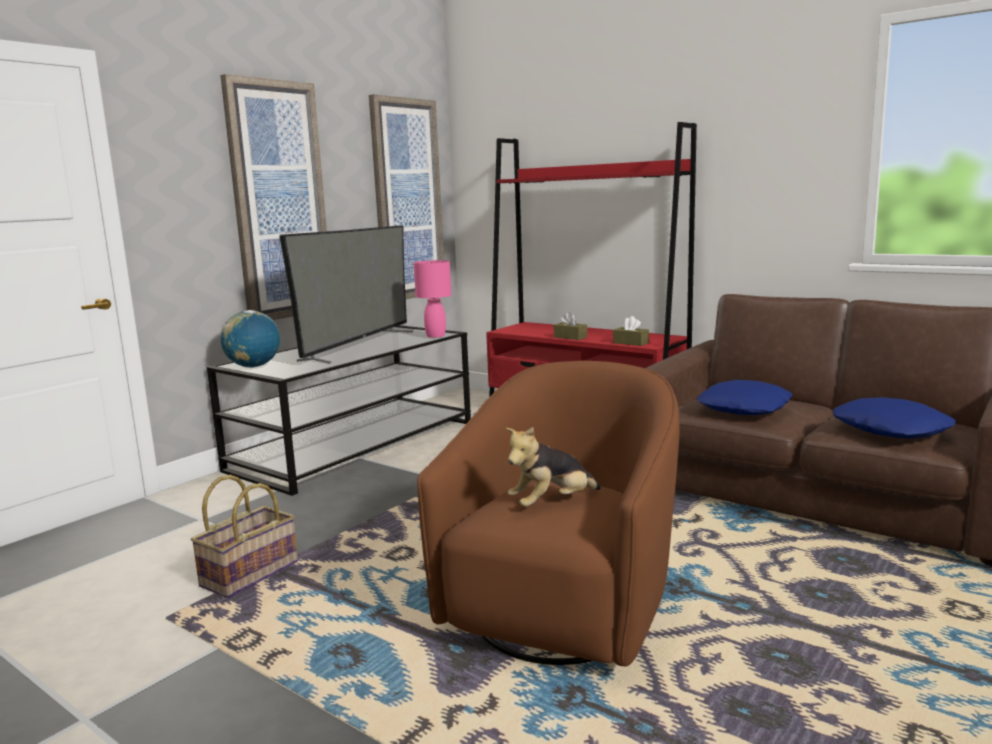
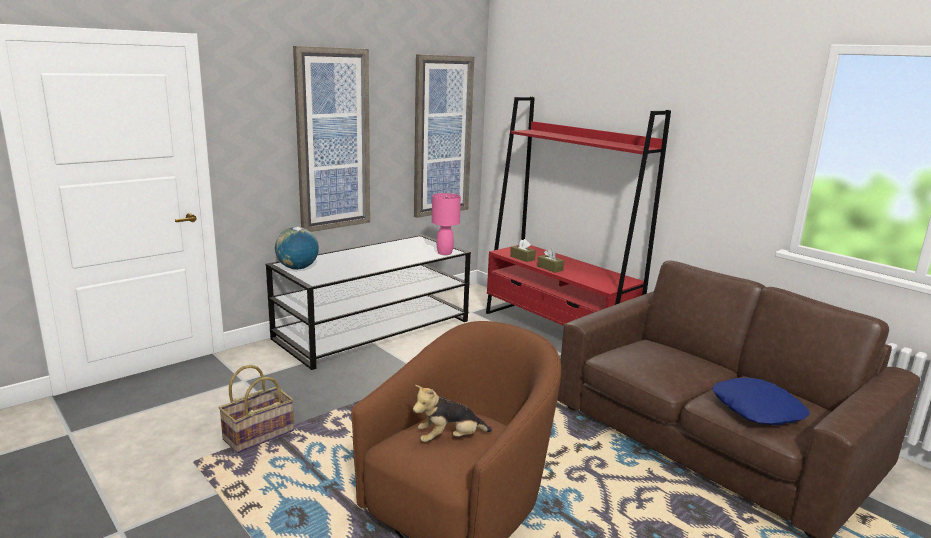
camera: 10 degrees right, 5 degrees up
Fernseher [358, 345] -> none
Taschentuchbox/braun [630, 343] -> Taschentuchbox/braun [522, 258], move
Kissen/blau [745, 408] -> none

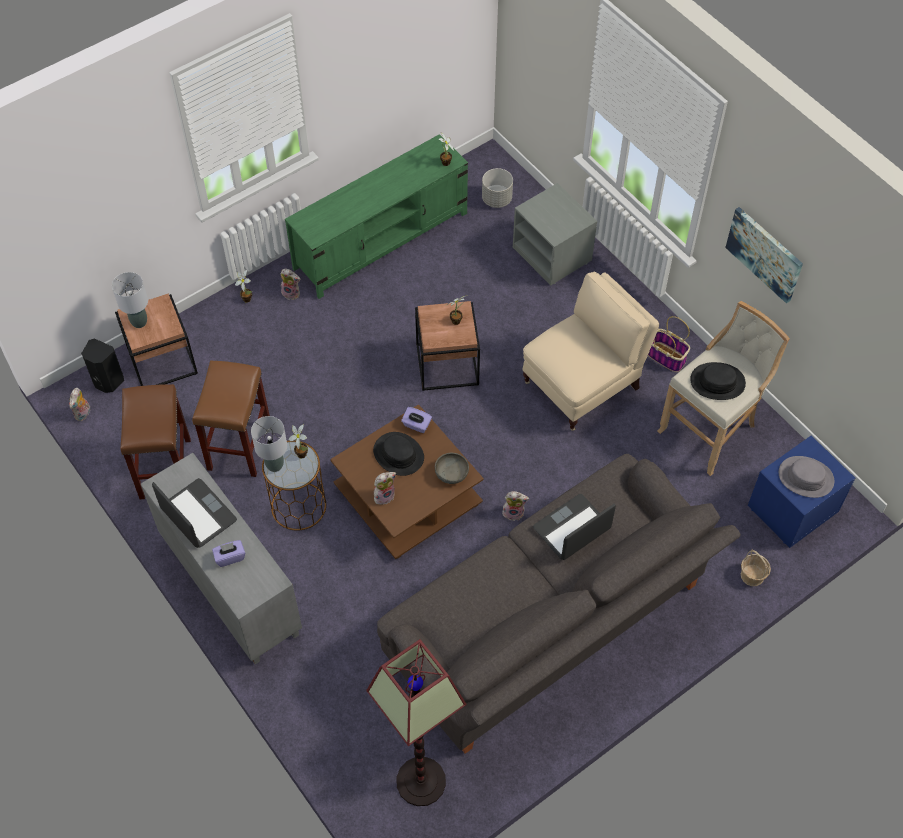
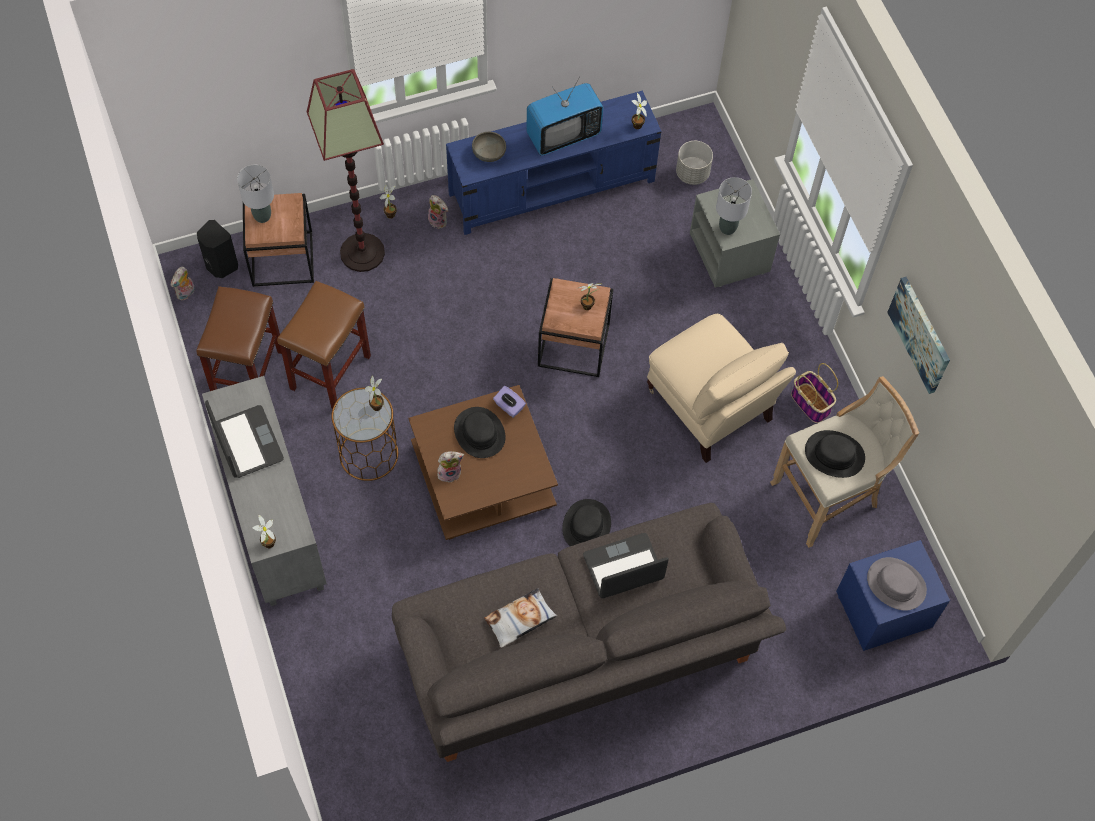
camera: 15 degrees right, 5 degrees up
Fernsehschrank/grün [381, 240] -> Fernsehschrank/blau [552, 187]
Sessel/beige [584, 384] -> Sessel/beige [710, 408], 75 degrees clockwise
Tischlampe/grau [275, 465] -> Tischlampe/grau [727, 228], move
Schüssel/grau [451, 473] -> Schüssel/grau [489, 153], move
Plüschtier [514, 512] -> Hut/schwarz [586, 526]
Taschentuchbox/lila [230, 557] -> none
Korb [752, 575] -> none
Stehlampe [421, 782] -> Stehlampe [362, 253], move
none -> Fernseher [563, 135]
none -> Topfpflanze [268, 545]
none -> Kissen [520, 620]

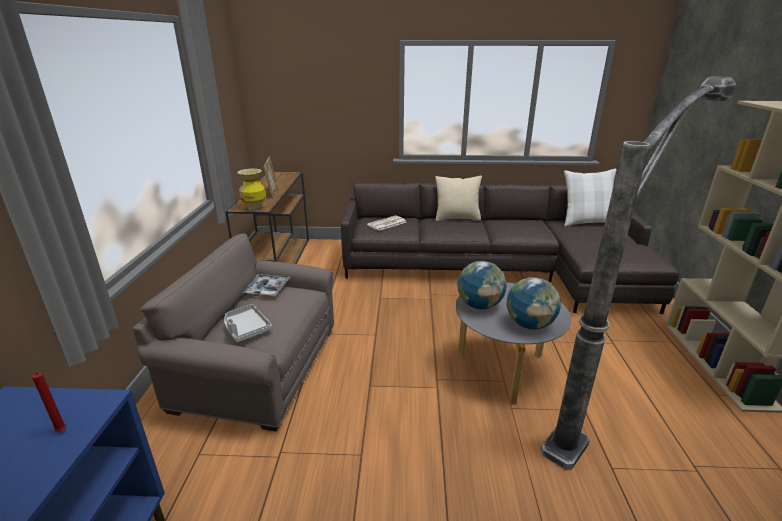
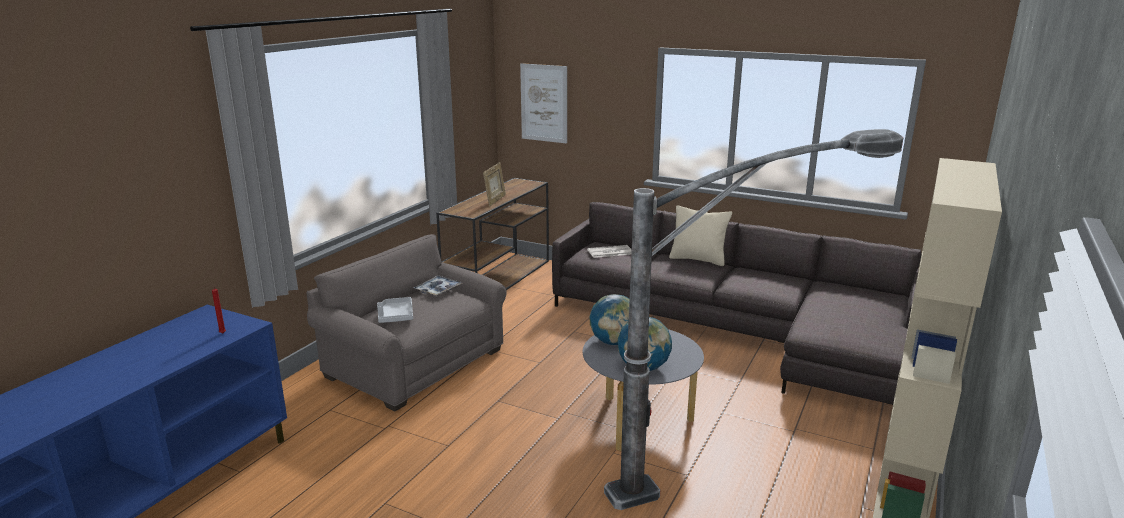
camera: 25 degrees right, 5 degrees down
Vase [254, 208] -> none
Kissen/weiß [585, 222] -> none
none -> Bild [544, 103]

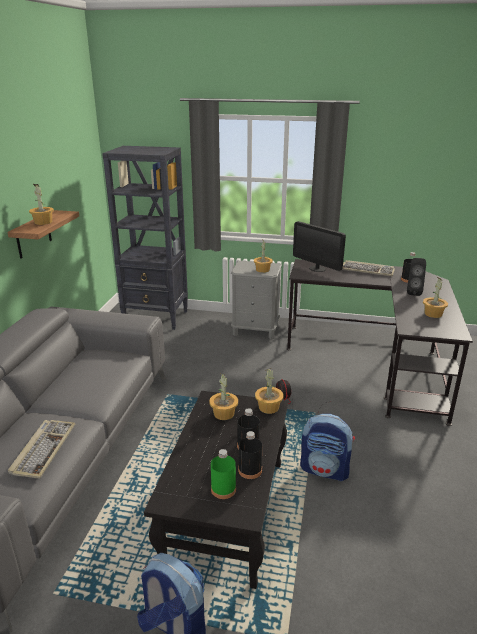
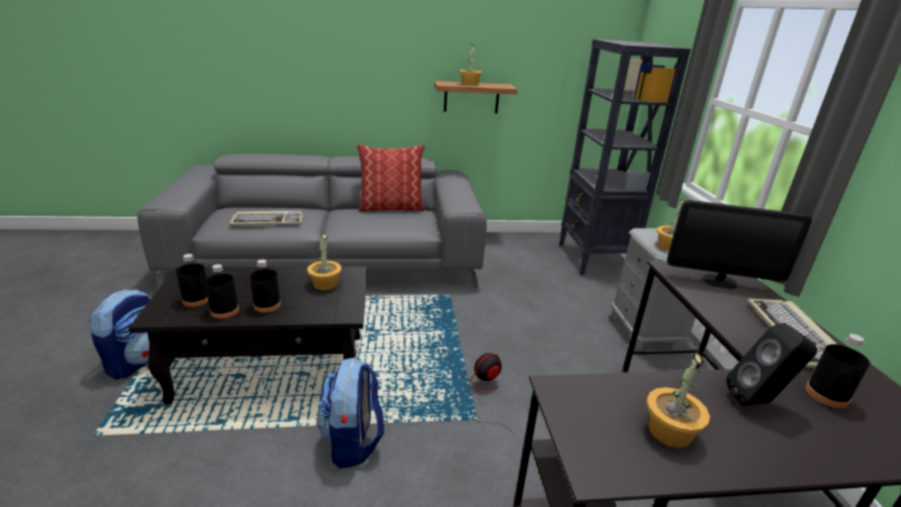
camera: 70 degrees right, 0 degrees up
Monitor [317, 269] -> Monitor [719, 281], 105 degrees counterclockwise
Topfpflanze [269, 407] -> none
Flasche/grün [223, 489] -> Flasche/schwarz [196, 299]
none -> Kissen [391, 207]

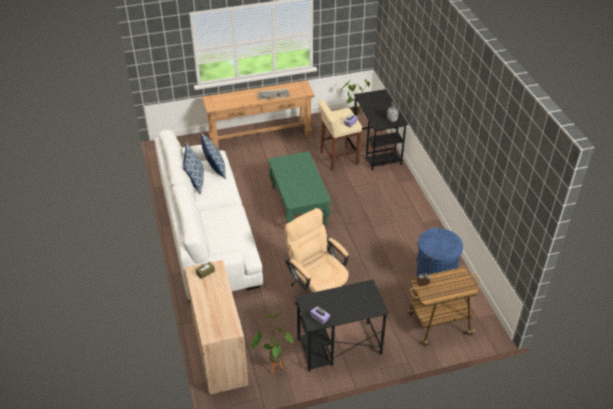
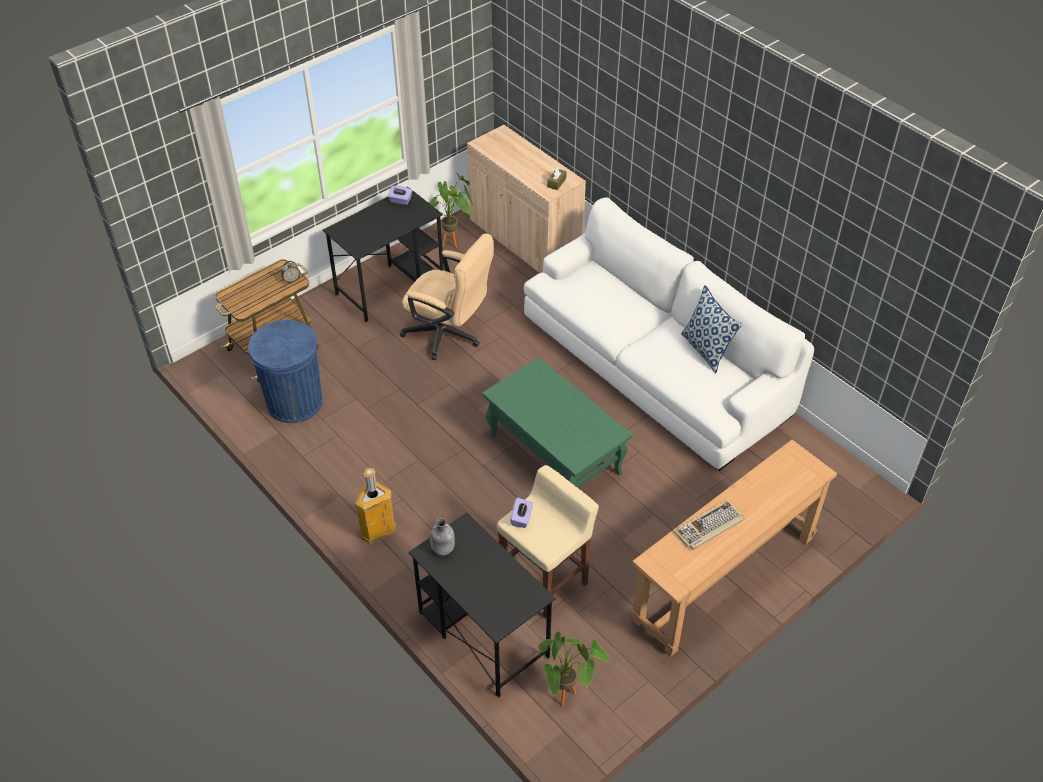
camera: 155 degrees right, 5 degrees up
Kissen [214, 169] -> none
none -> Mülleimer [377, 530]

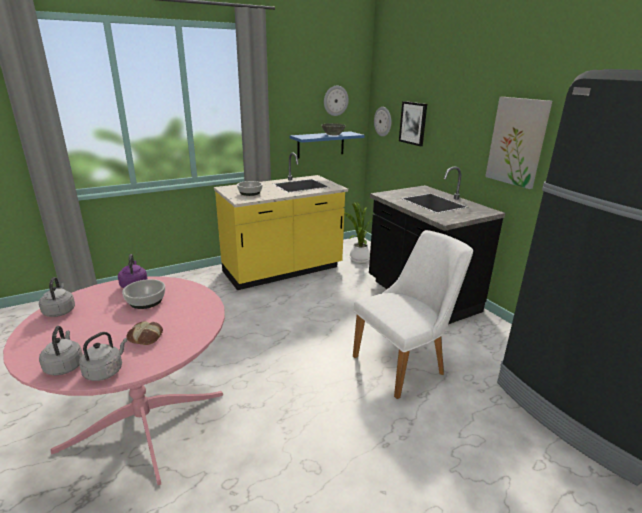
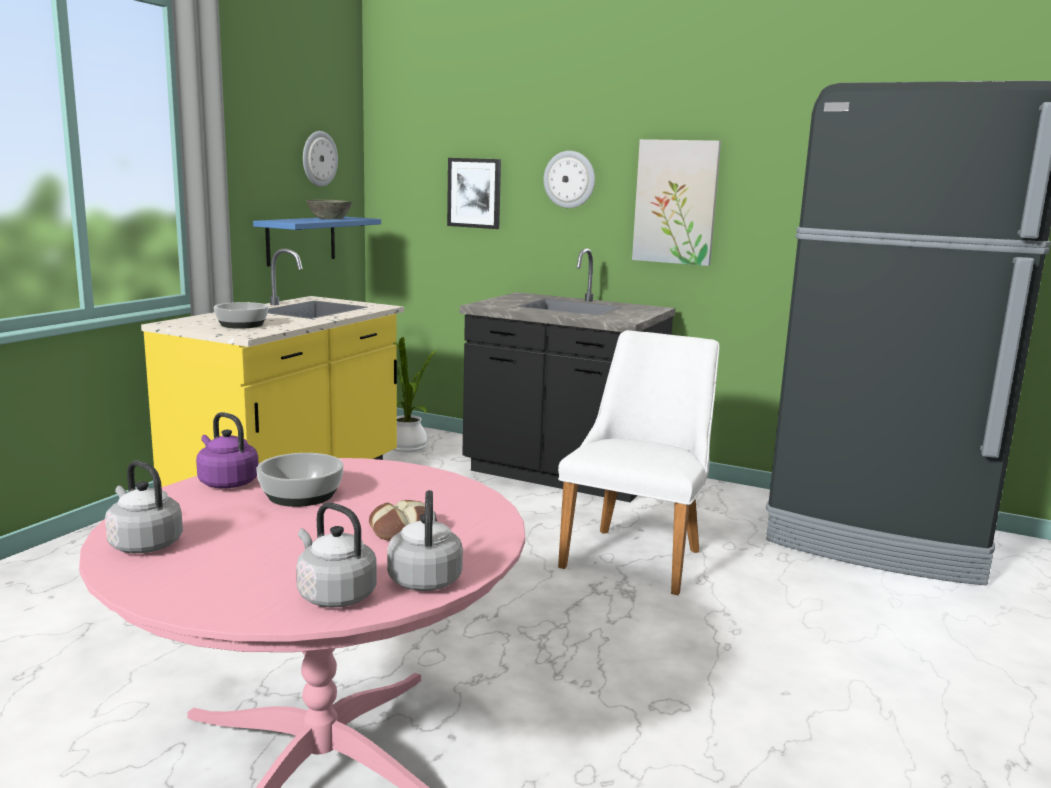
camera: 35 degrees left, 10 degrees down
Wanduhr [383, 121] -> Wanduhr [569, 179], move

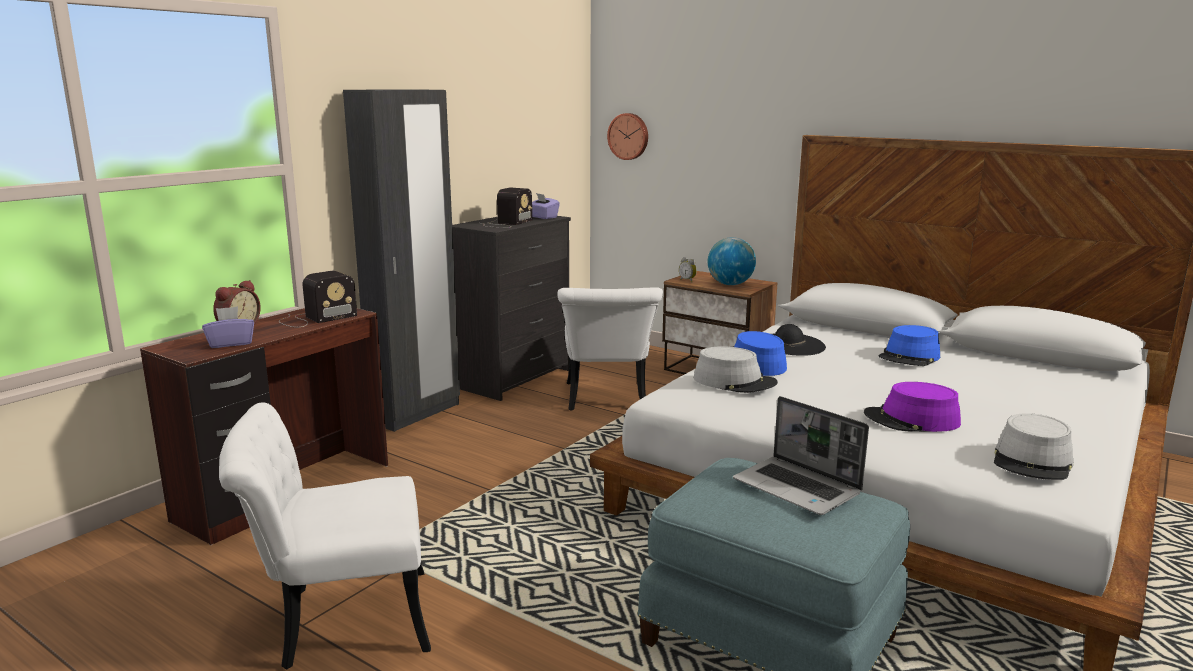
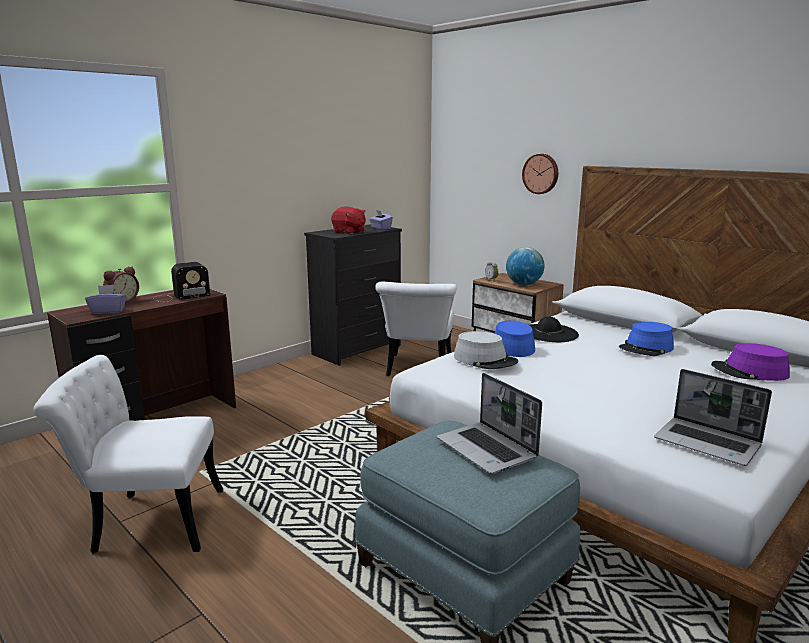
camera: 10 degrees right, 0 degrees up
Kleiderschrank/schwarz [416, 413] -> none
Wanduhr [629, 136] -> Wanduhr [541, 173], move
Radio [506, 223] -> Plüschtier/rot [349, 232]
Hut/lila [911, 420] -> Hut/lila [749, 372], move
Hut/grau [1032, 461] -> Laptop [708, 443]

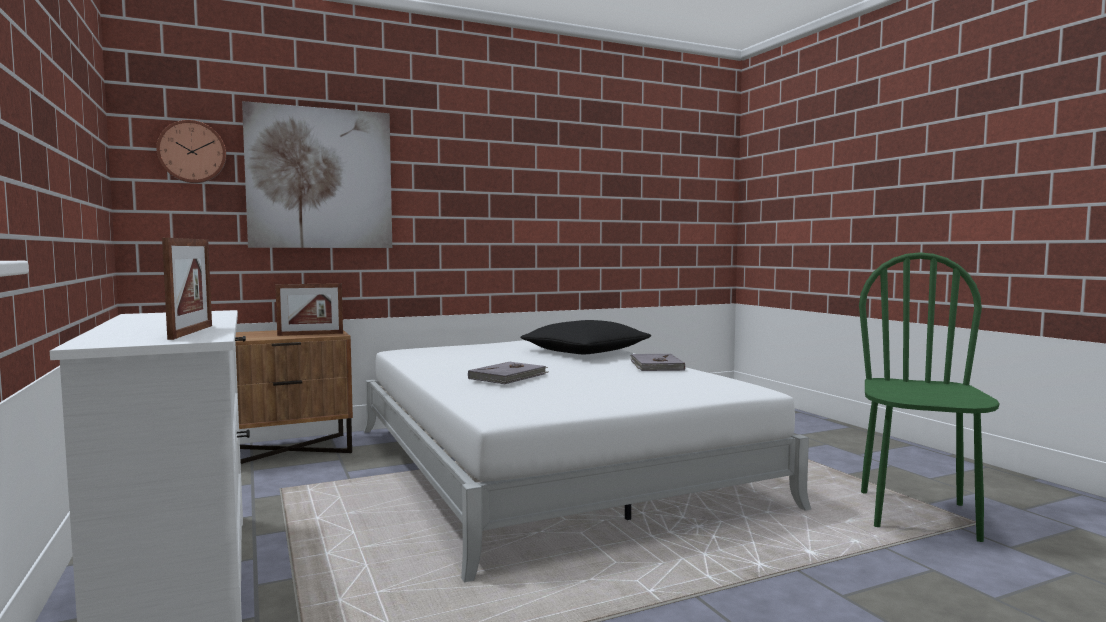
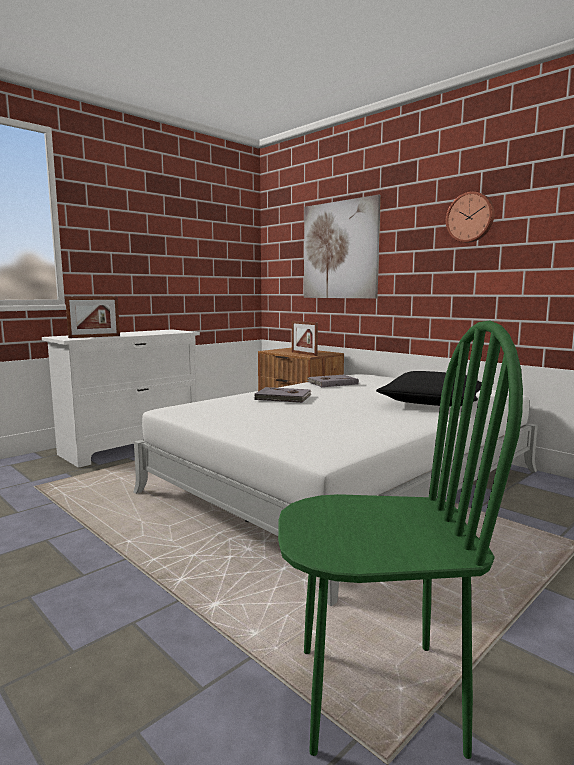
camera: 70 degrees right, 5 degrees up
Wanduhr [192, 152] -> Wanduhr [470, 217], move
Buch/grau [655, 366] -> Buch/grau [332, 383], move

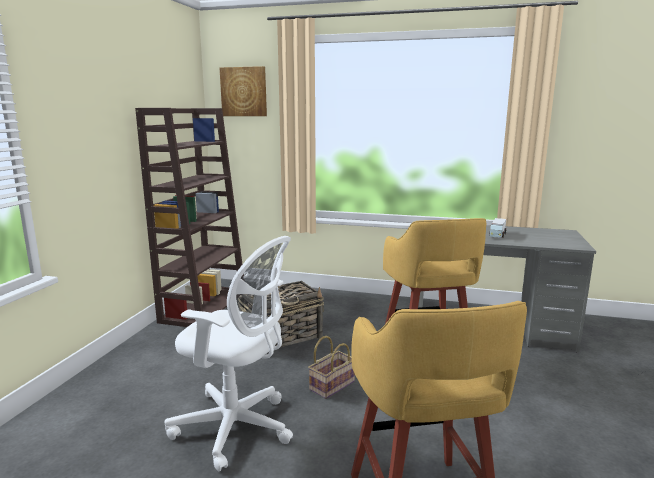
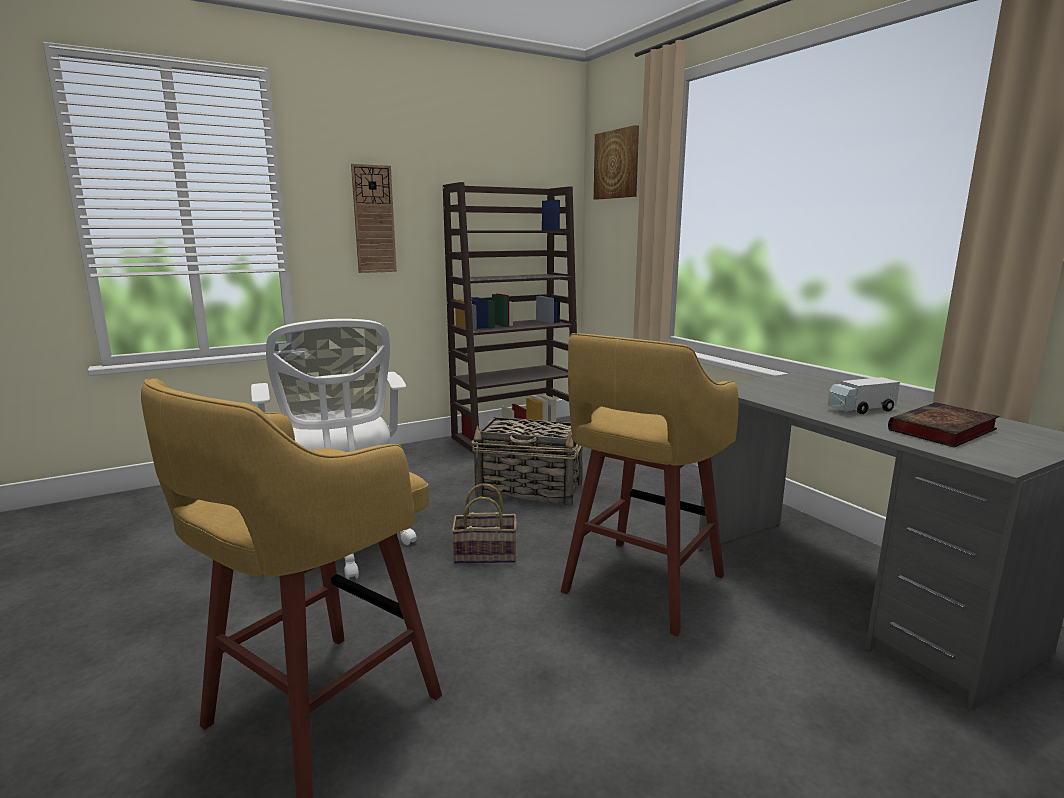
camera: 45 degrees right, 0 degrees up
none -> Wanduhr [374, 219]
none -> Buch [942, 431]

